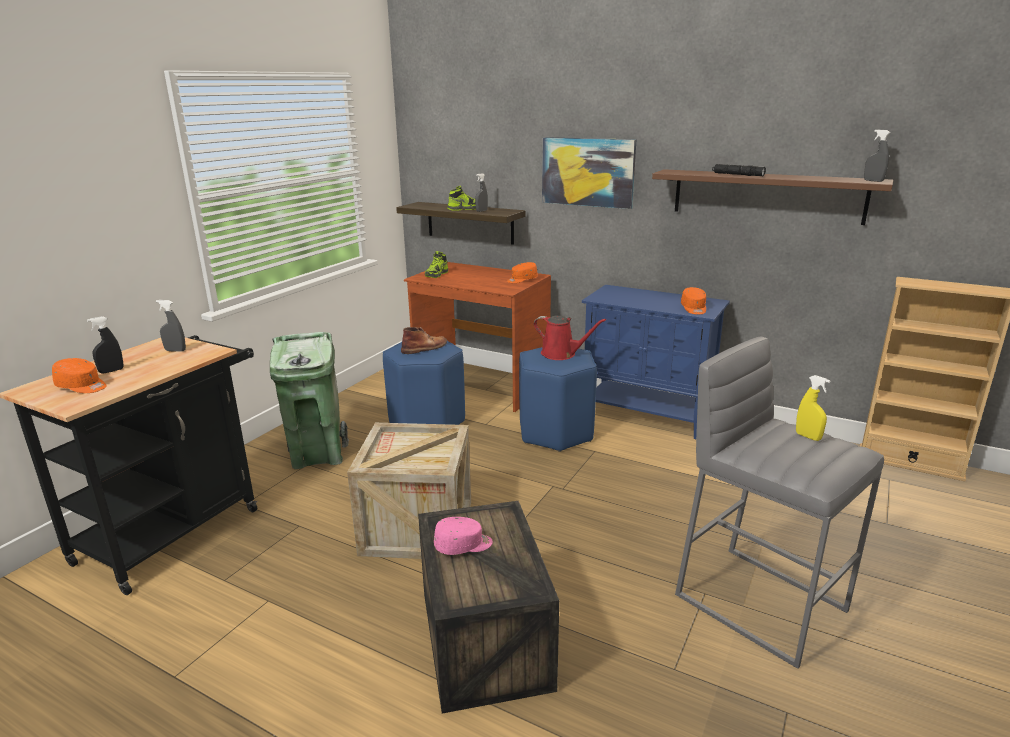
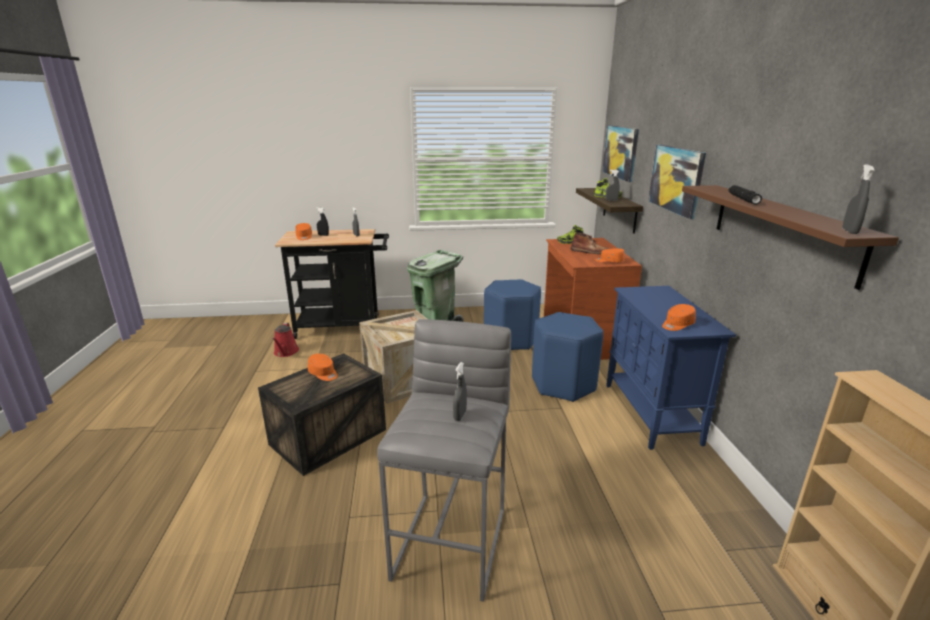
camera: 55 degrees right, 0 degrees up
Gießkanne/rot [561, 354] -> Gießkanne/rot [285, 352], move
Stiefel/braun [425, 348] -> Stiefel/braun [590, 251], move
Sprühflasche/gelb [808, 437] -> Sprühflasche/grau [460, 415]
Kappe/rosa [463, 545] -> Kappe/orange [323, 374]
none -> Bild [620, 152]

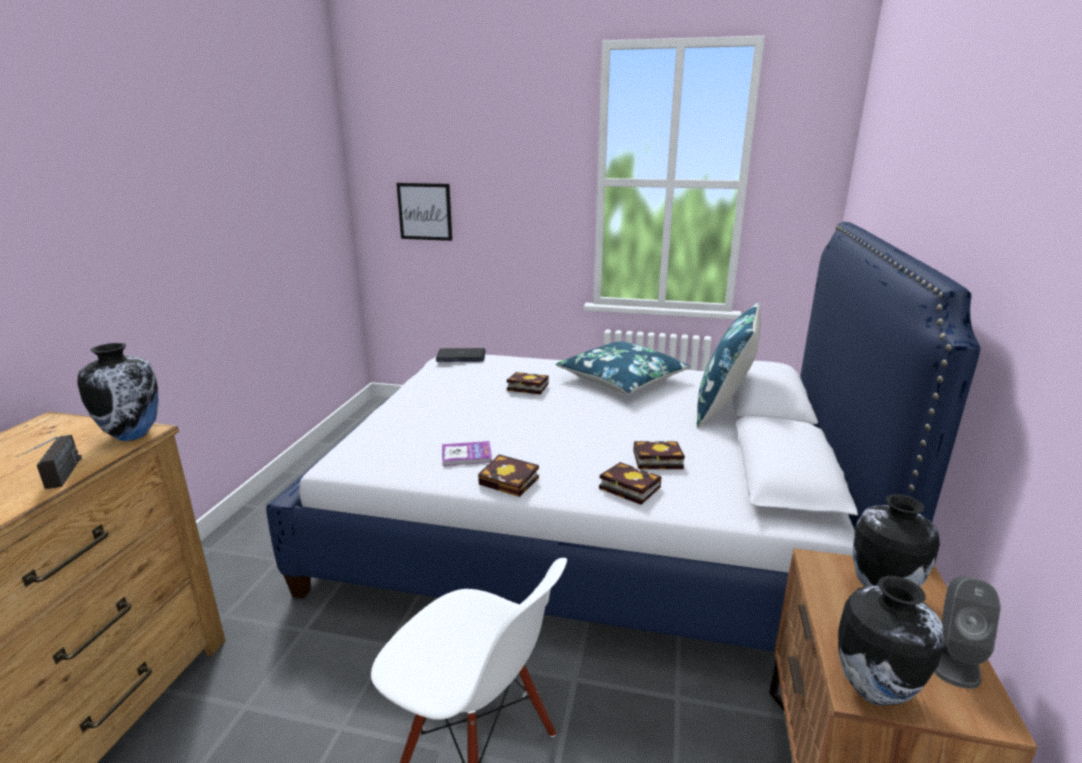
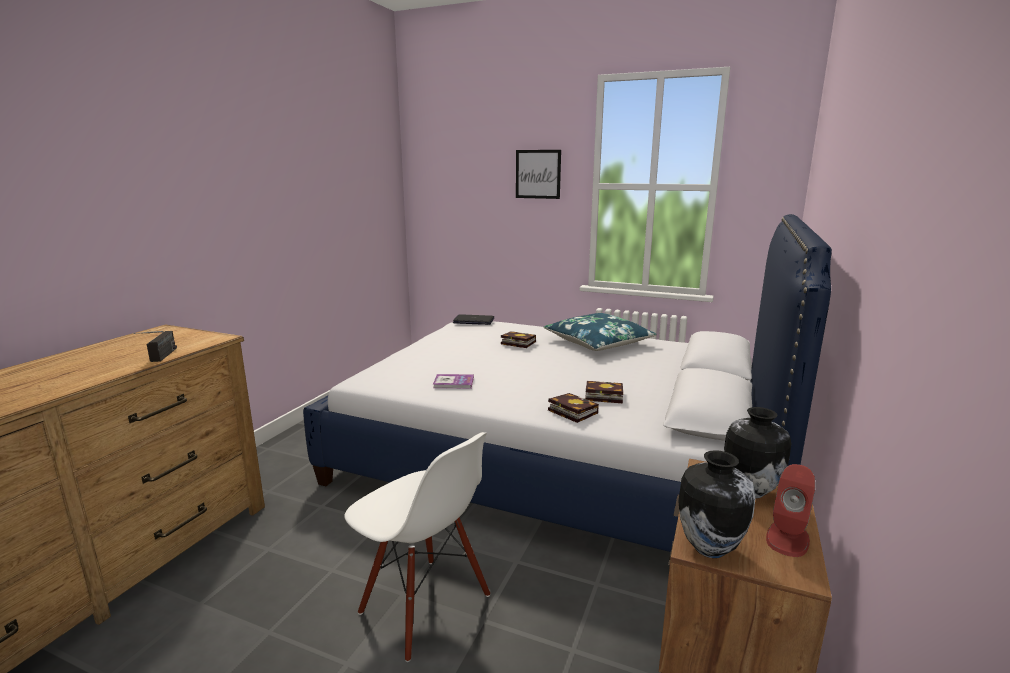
camera: 10 degrees right, 5 degrees down
Bild [425, 211] -> Bild [538, 174], move
Kissen/blau [723, 408] -> none
Vase [134, 434] -> none
Buch [511, 481] -> none
Lautsprecher/grau [952, 660] -> Lautsprecher/rot [787, 538]

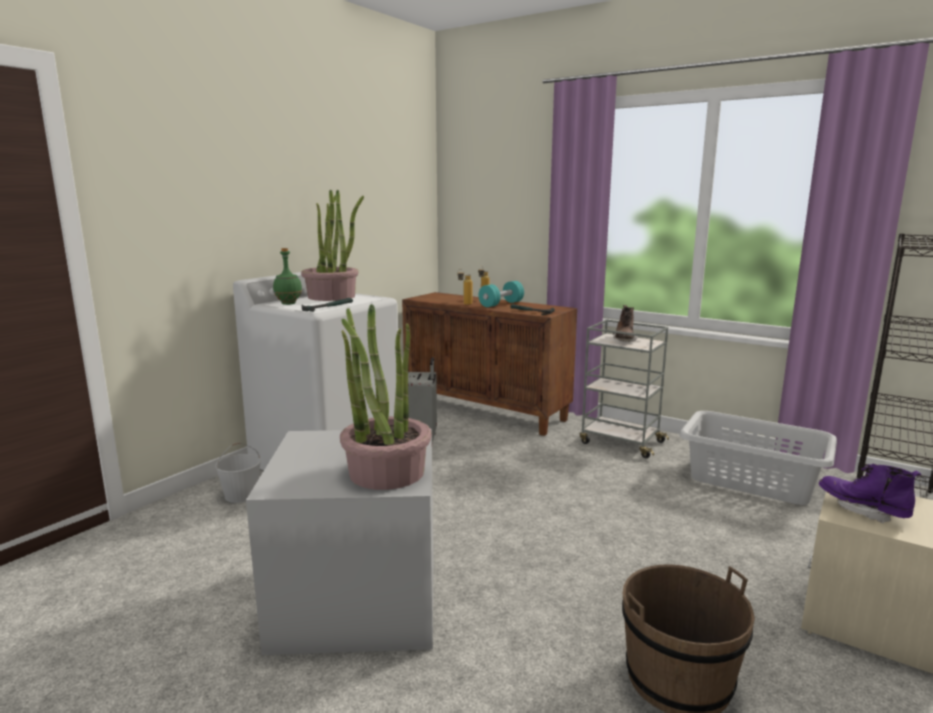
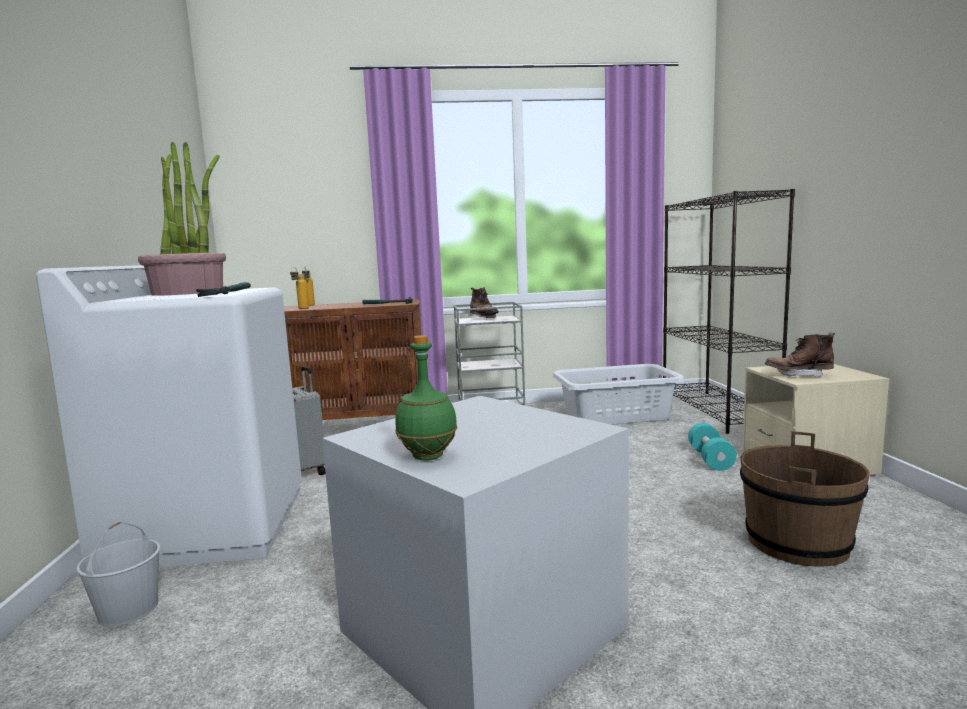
camera: 40 degrees left, 5 degrees down
Flasche/grün [288, 303] -> Flasche/grün [427, 456], move
Hantel/türkis [501, 304] -> Hantel/türkis [710, 459], move
Topfpflanze [386, 472] -> none
Stiefel/lila [862, 510] -> Stiefel/braun [798, 375]

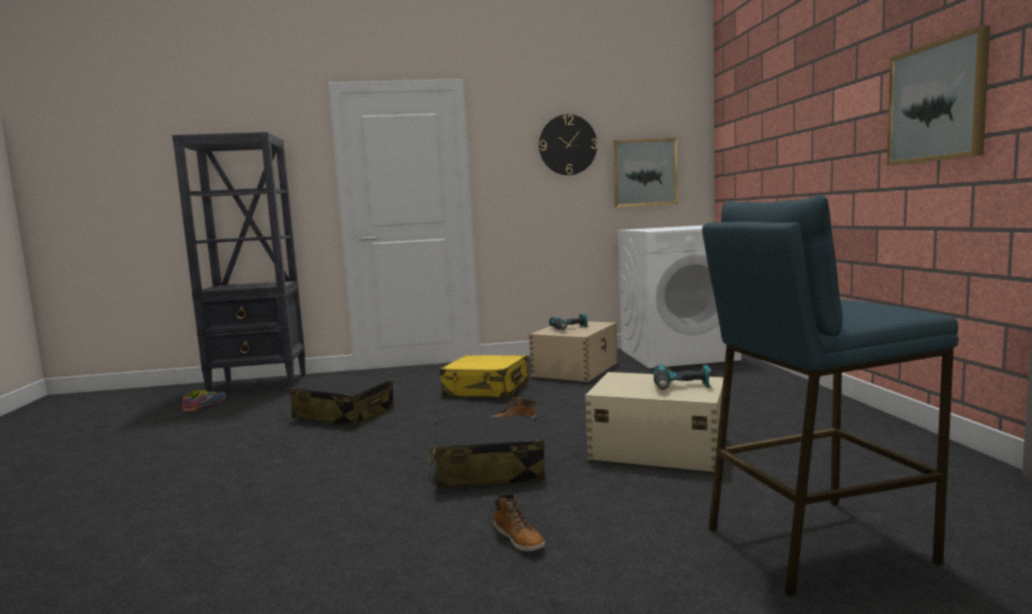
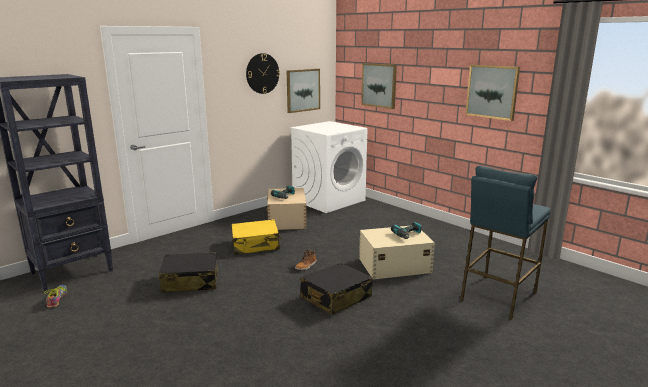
camera: 35 degrees left, 10 degrees up
Stiefel [519, 539] -> none
none -> Bild [379, 85]

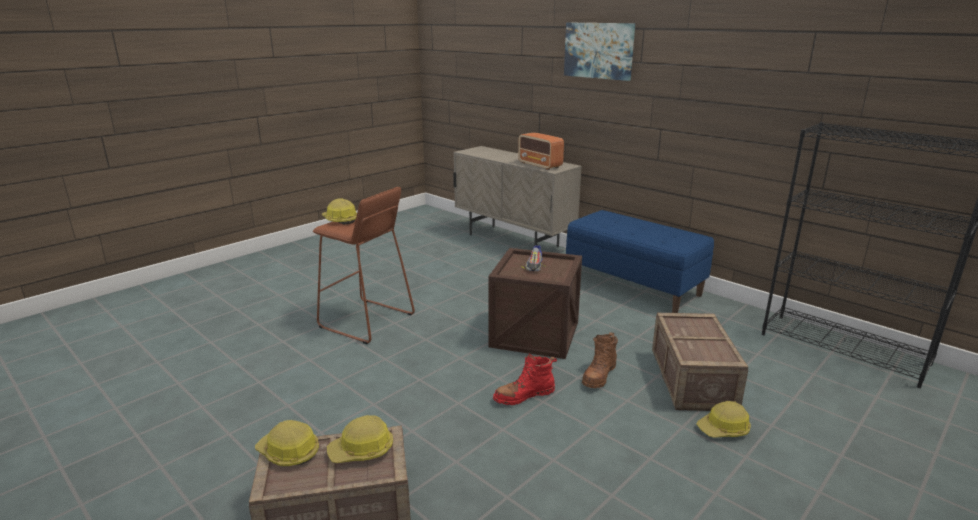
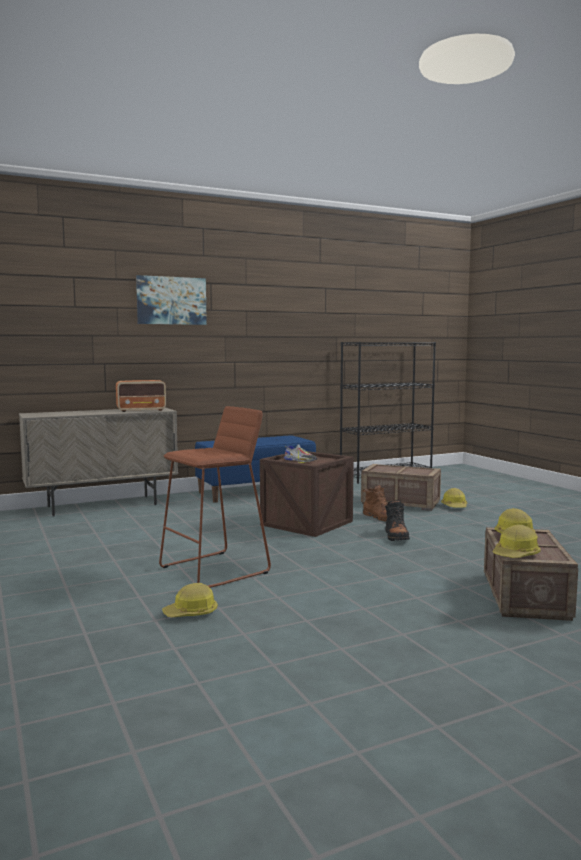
camera: 70 degrees left, 15 degrees down
Schutzhelm [340, 220] -> Schutzhelm [191, 613], move
Stiefel/rot [524, 395] -> Stiefel/schwarz [396, 536]

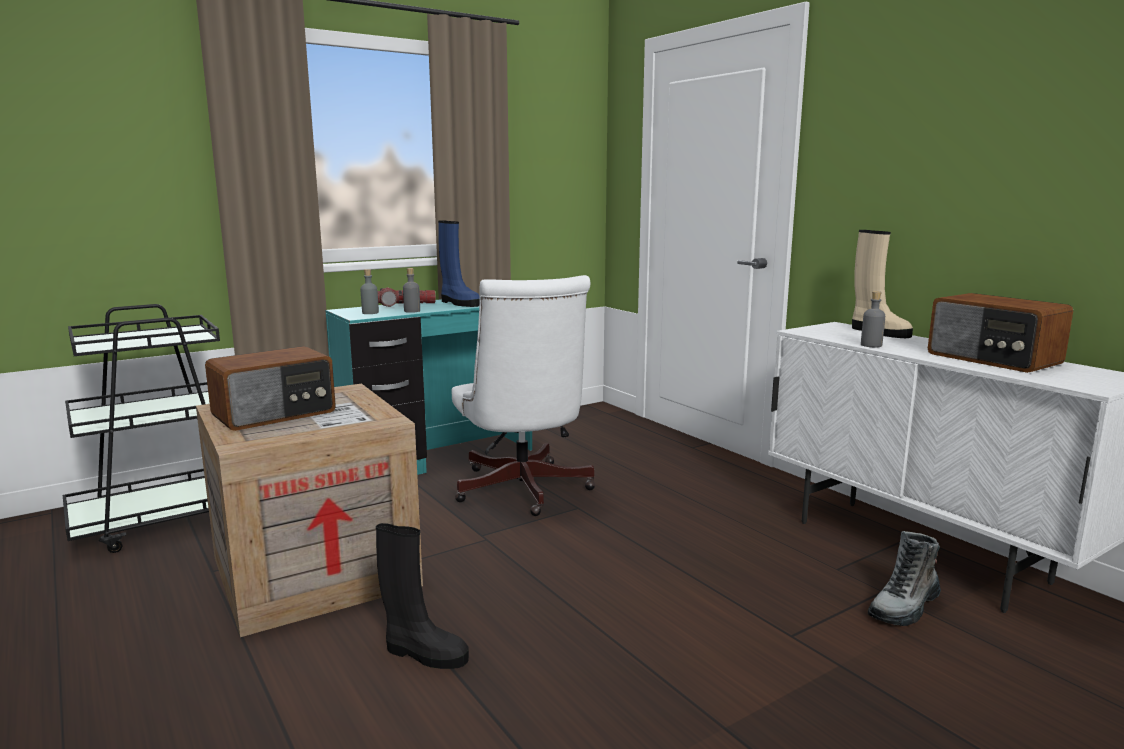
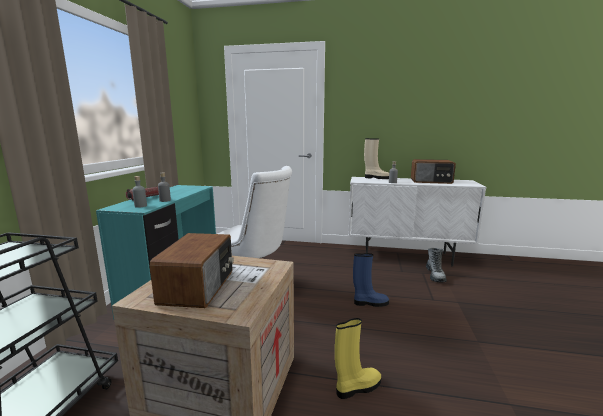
camera: 45 degrees left, 0 degrees up
Stiefel/blau [459, 303] -> Stiefel/blau [370, 303], move
Stiefel/schwarz [424, 654] -> Stiefel/gelb [357, 387]

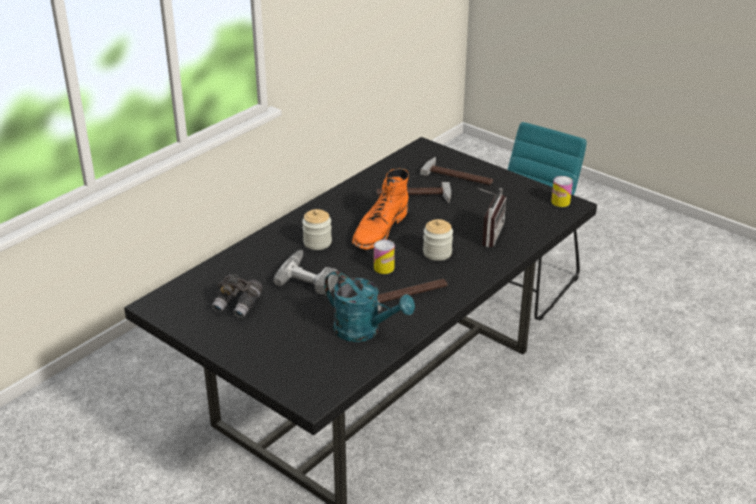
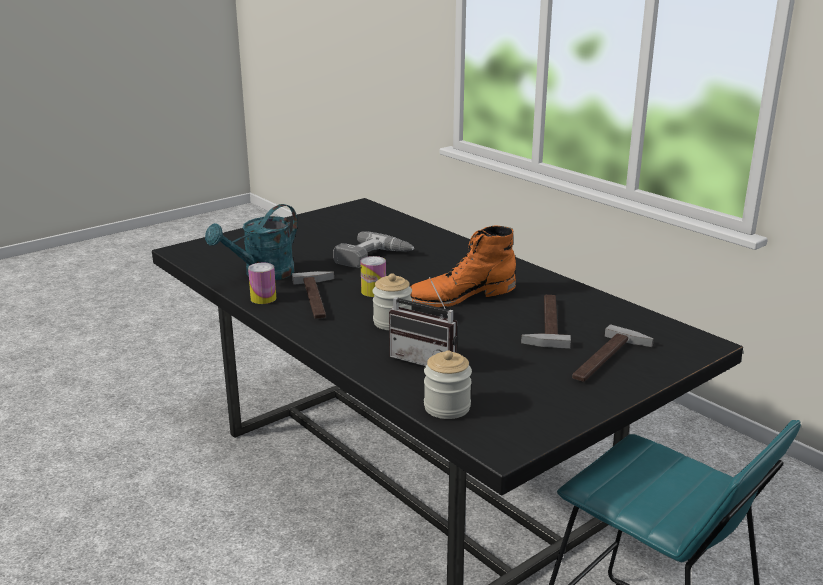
camera: 100 degrees right, 10 degrees down
Stiefel/orange [380, 229] -> Stiefel/orange [460, 296], 60 degrees counterclockwise
Dose [560, 202] -> Dose [263, 298], move
Vorratsglas [317, 242] -> Vorratsglas [447, 407], move
Fernglas/grau [238, 305] -> none

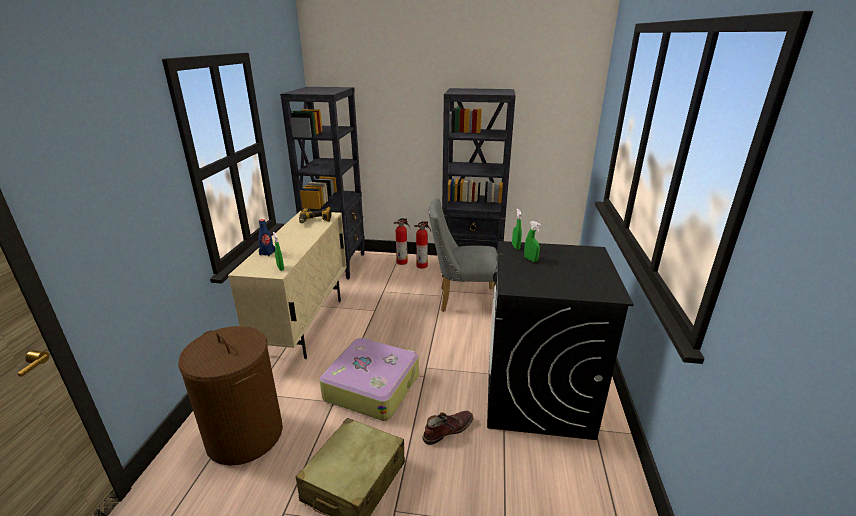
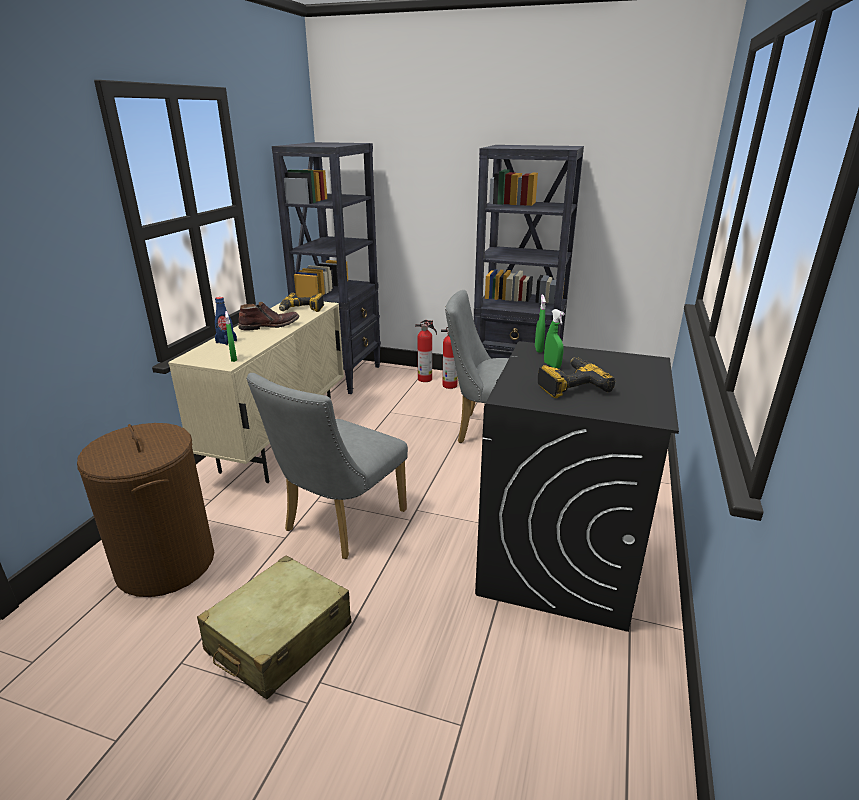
camera: 10 degrees right, 0 degrees up
Koffer [372, 386] -> Stuhl/grau [339, 524]
Stiefel/braun [447, 429] -> Stiefel/braun [269, 326], move
none -> Bohrmaschine [570, 385]

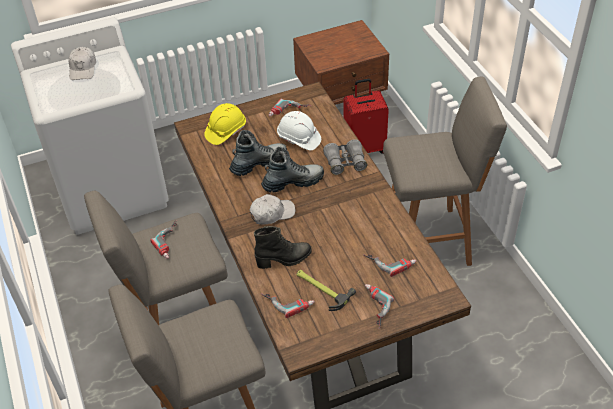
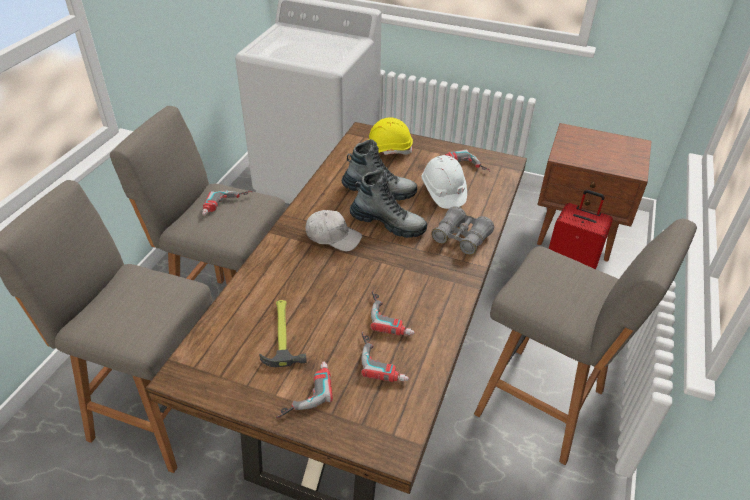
camera: 40 degrees right, 5 degrees down
Kappe/weiß [83, 68] -> none
Stiefel/schwarz [284, 259] -> none
Bohrmaschine [288, 301] -> Bohrmaschine [392, 316], move

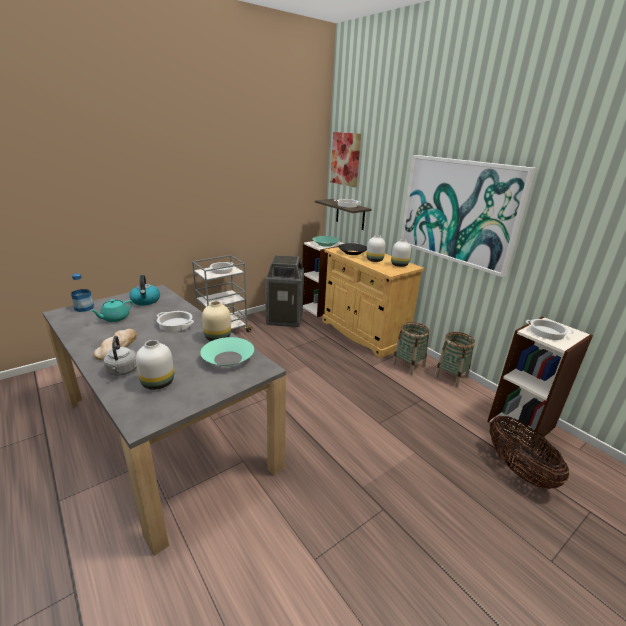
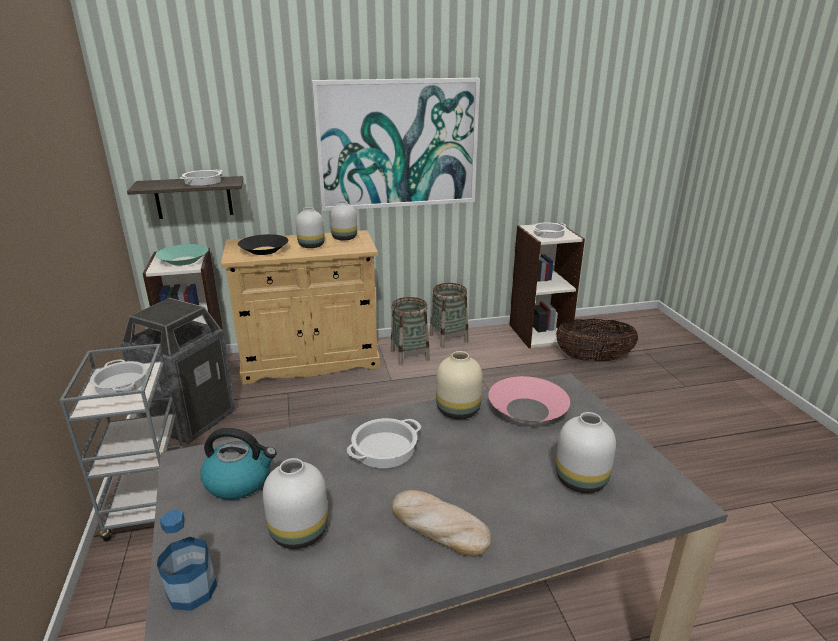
camera: 65 degrees left, 0 degrees up
Bild [345, 159] -> none
Teekanne/türkis [115, 318] -> Vase/weiß [300, 531]
Wasserkessel/grau [122, 371] -> none
Schüssel/türkis [228, 358] -> Schüssel/rosa [527, 409]

